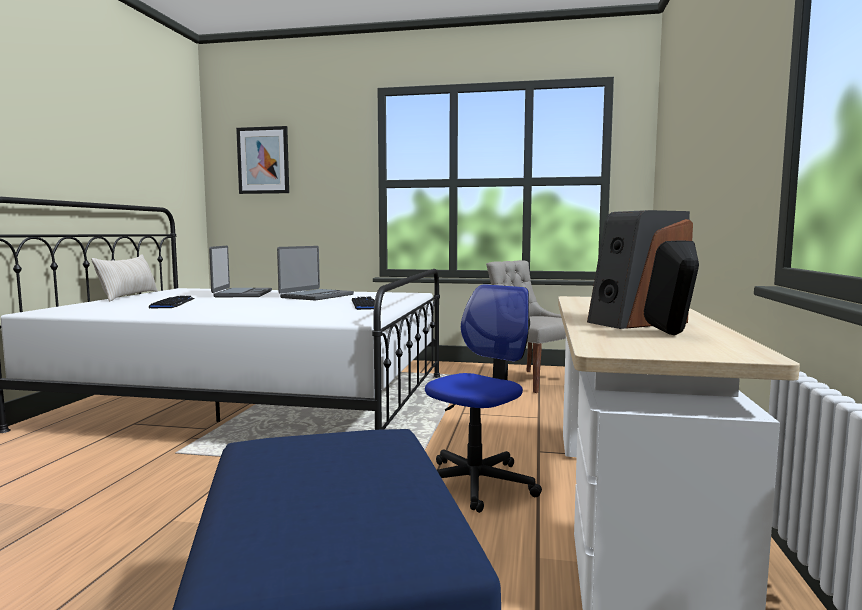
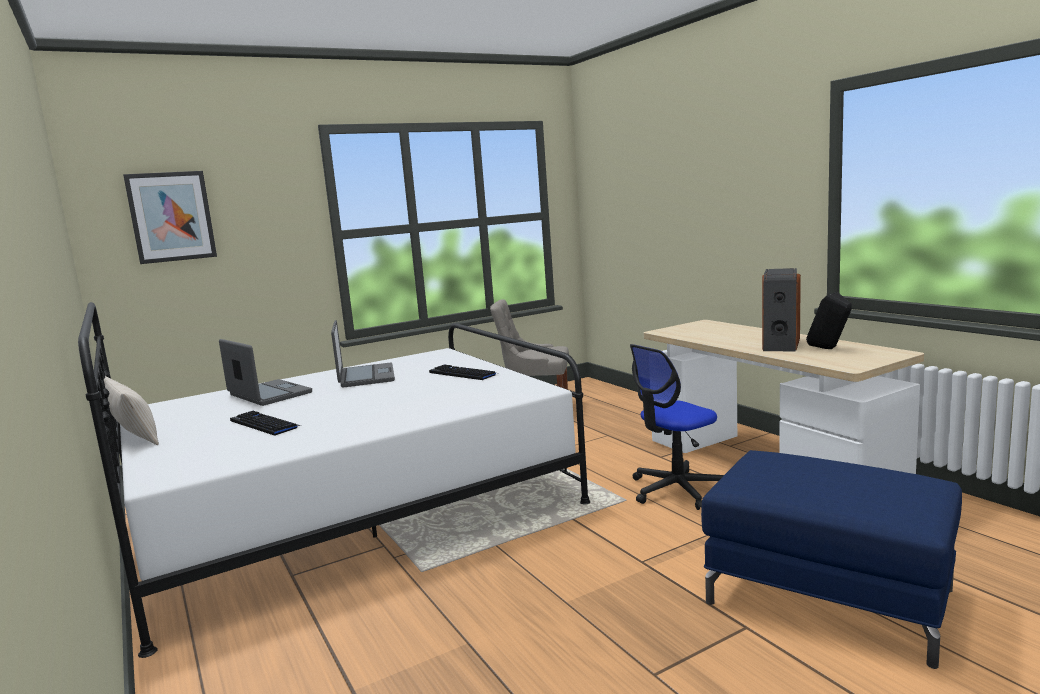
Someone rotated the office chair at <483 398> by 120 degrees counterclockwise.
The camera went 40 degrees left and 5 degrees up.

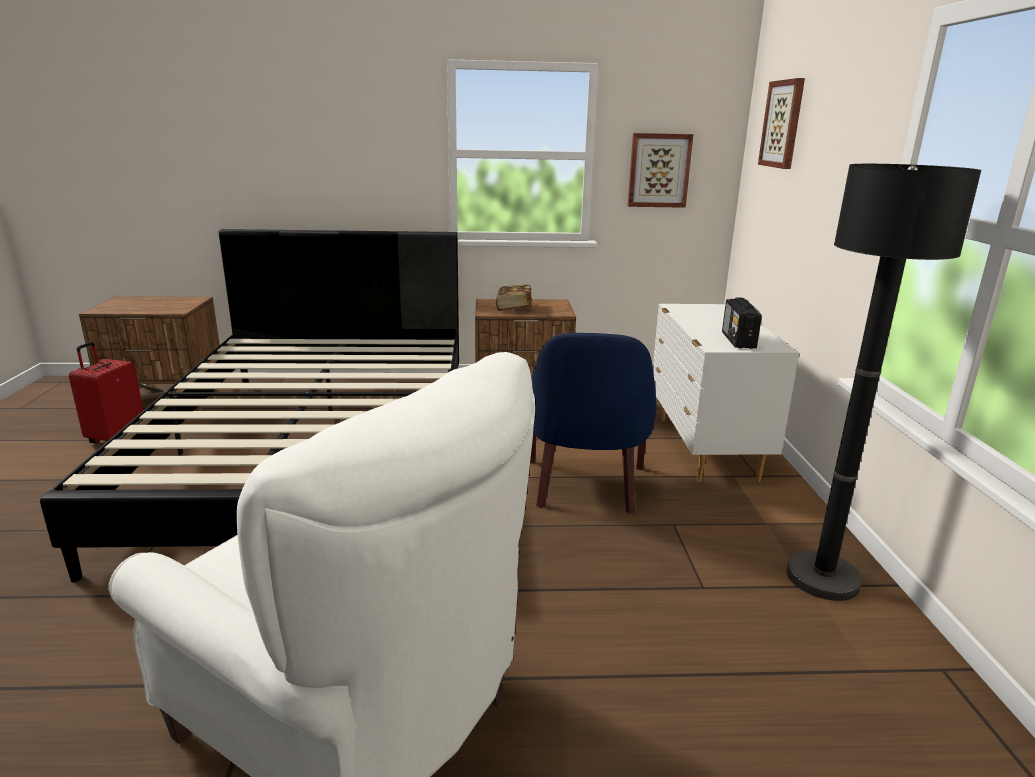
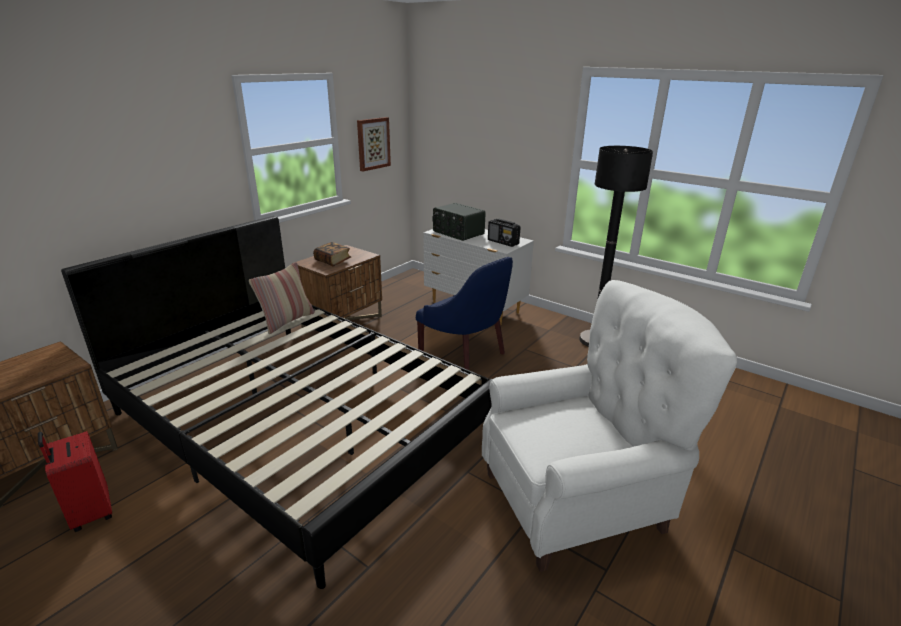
Someone took away the wall picture at <781 123>.
Someone put down the radio receiver at <459 222>.
Someone put down the throw pillow at <282 298>.
The camera went 50 degrees left and 5 degrees up.

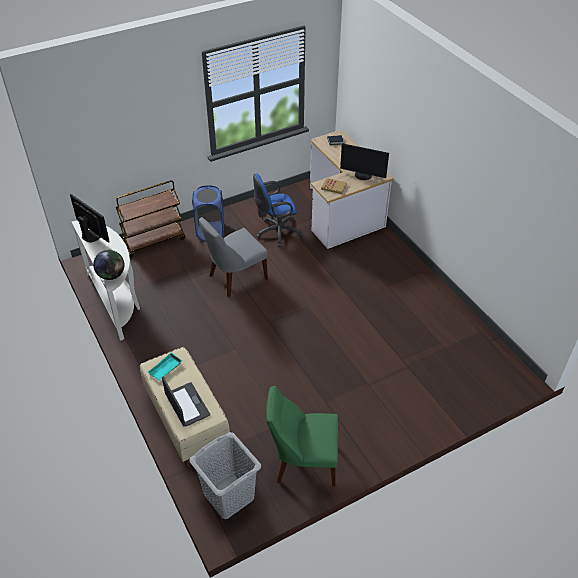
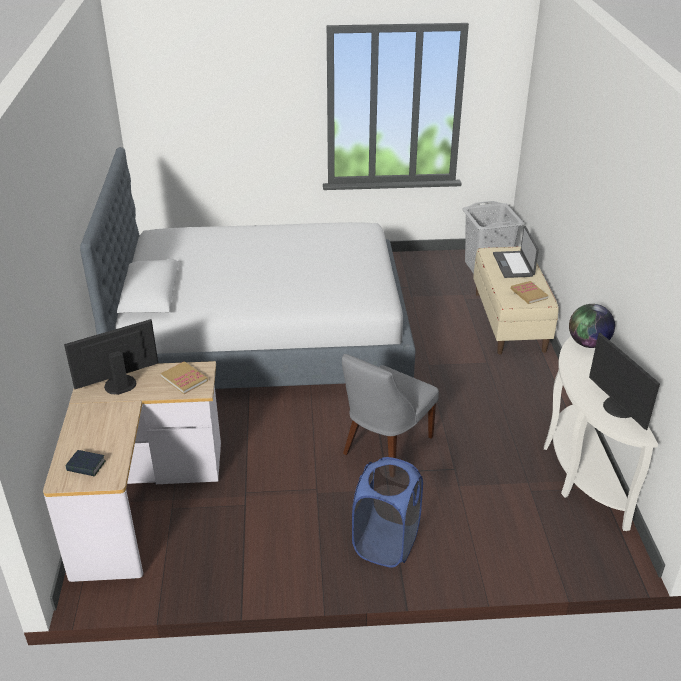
Someone rotated the computer screen at <364 161> by 75 degrees counterclockwise.
Someone took away the blue office chair at <278 210>.
Someone took away the brown-coloured cart at <150 219>.
Someone rotated the grey upright chair at <233 257> by 135 degrees clockwise.
Someone swapped the turquoise-coloured serving tray at <165 366> for the book at <529 292>.
Someone took away the green upright chair at <302 436>.
Someone put down the sleeping bed at <247 268>.
The camera went 155 degrees left and 10 degrees down.

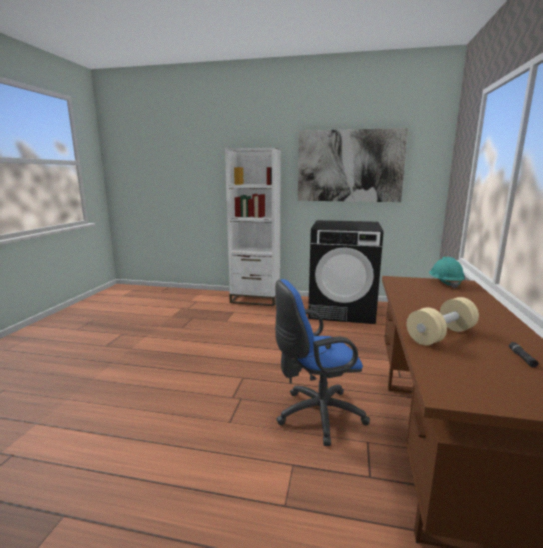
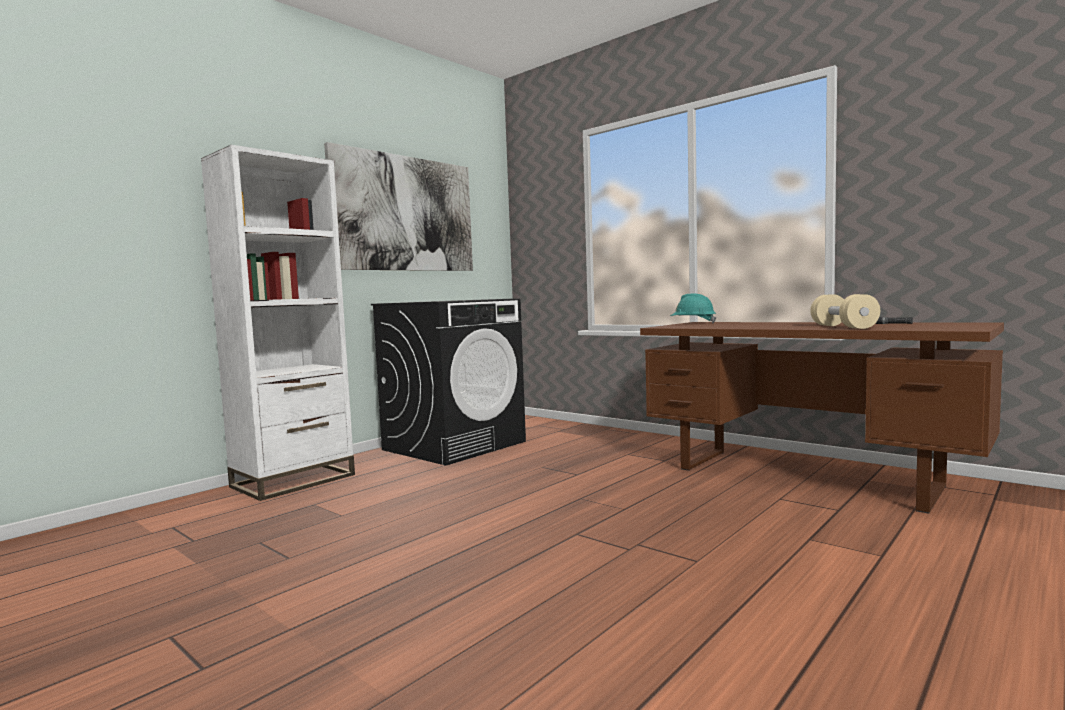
Someone took away the blue office chair at <322 362>.
The camera went 60 degrees left and 10 degrees down.

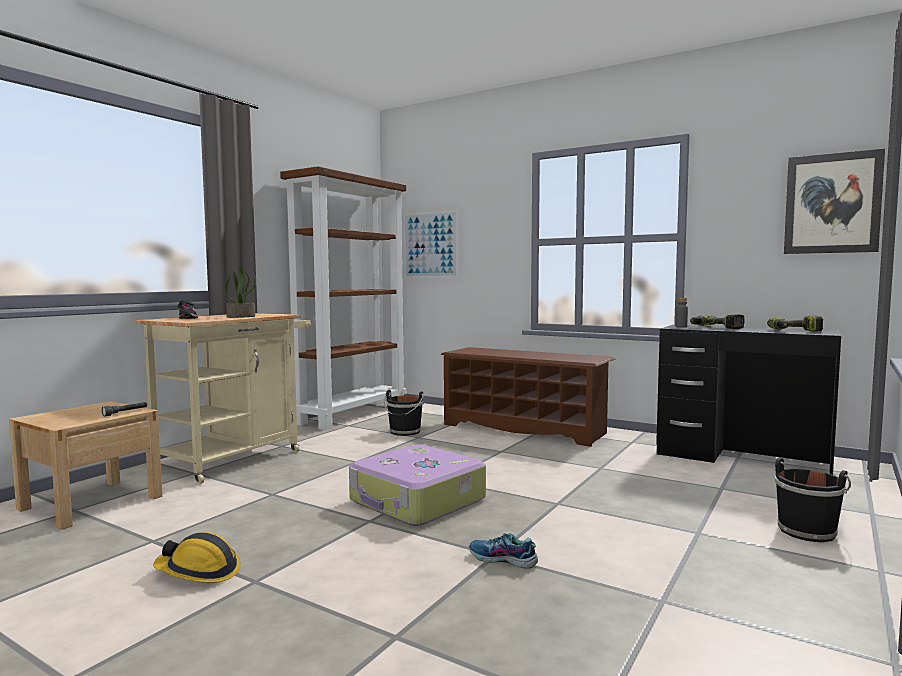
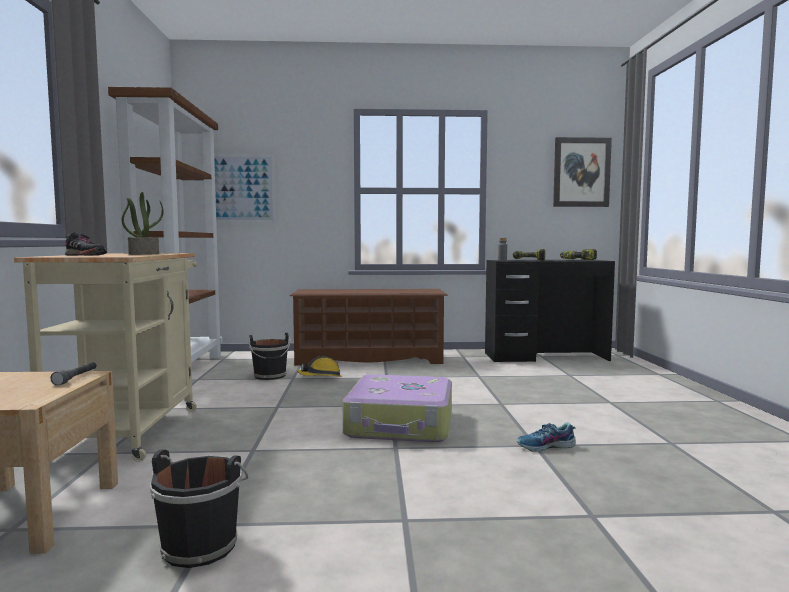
Someone carried the blackish bucket from <812 500> to <199 508>.
Someone carried the hard hat from <197 557> to <319 366>.
The camera went 35 degrees left and 0 degrees up.

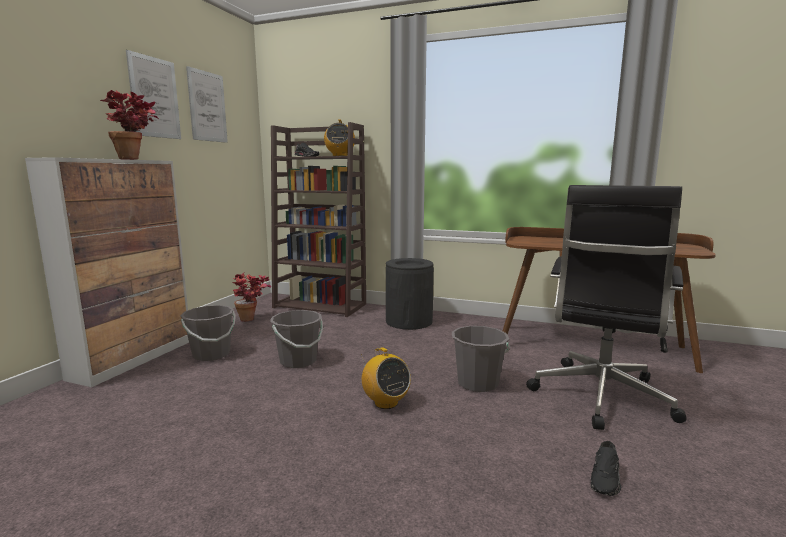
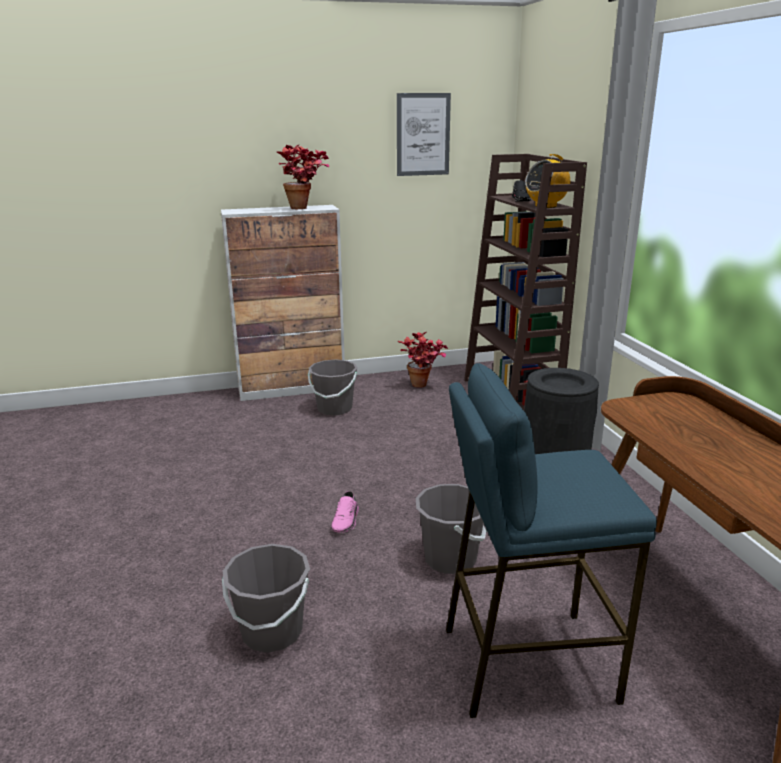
Someone took away the wall picture at <153 94>.
Someone swapped the blackish office chair at <606 307> for the blue stool at <551 540>.
Someone carried the grey bucket from <296 339> to <266 598>.
Someone swapped the radio receiver at <386 378> for the pinkish item of footwear at <345 512>.
Someone took away the blackish item of footwear at <605 468>.
The camera went 55 degrees right and 10 degrees up.

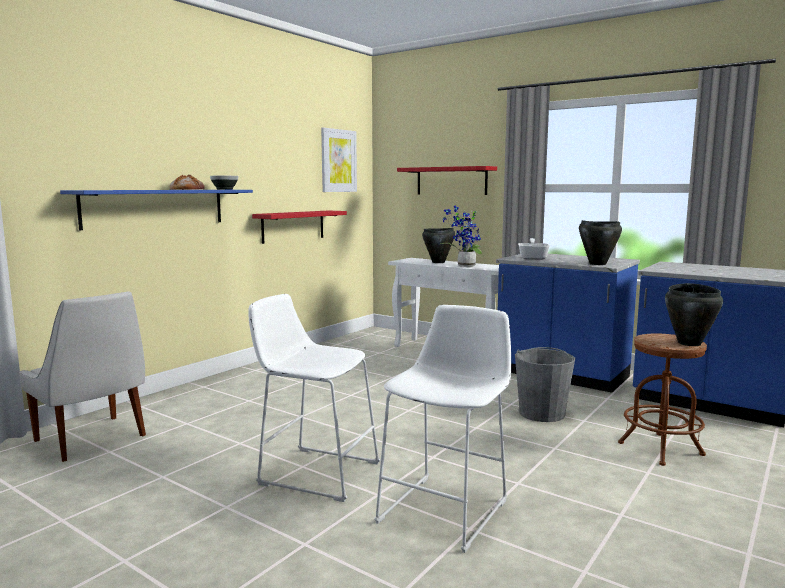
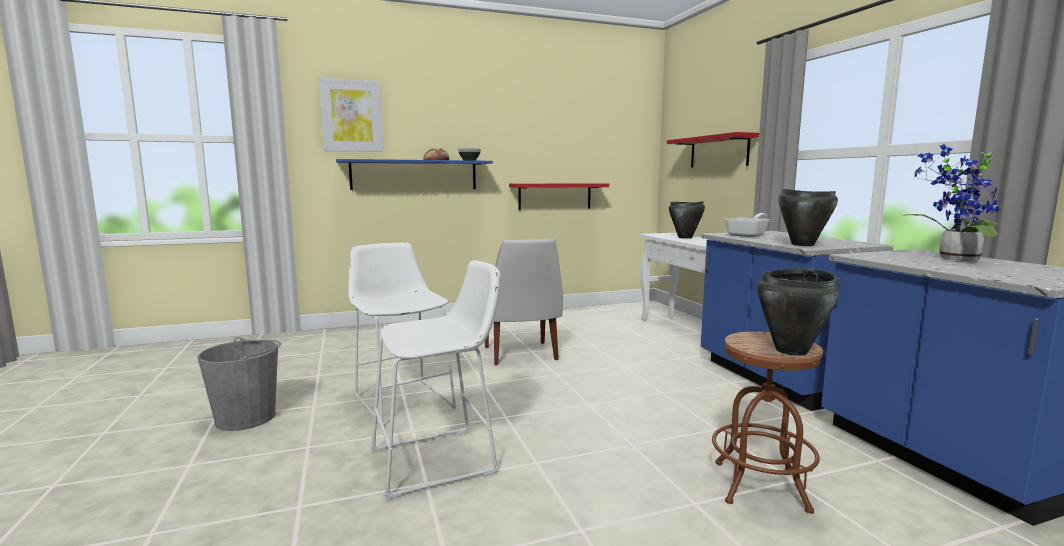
Someone carried the wall picture from <339 159> to <351 115>.
Someone carried the potted plant from <461 236> to <951 202>.
Someone carried the white upright chair from <82 376> to <524 302>.
Someone carried the grey bucket from <545 384> to <239 384>.
The camera went 35 degrees right and 0 degrees up.

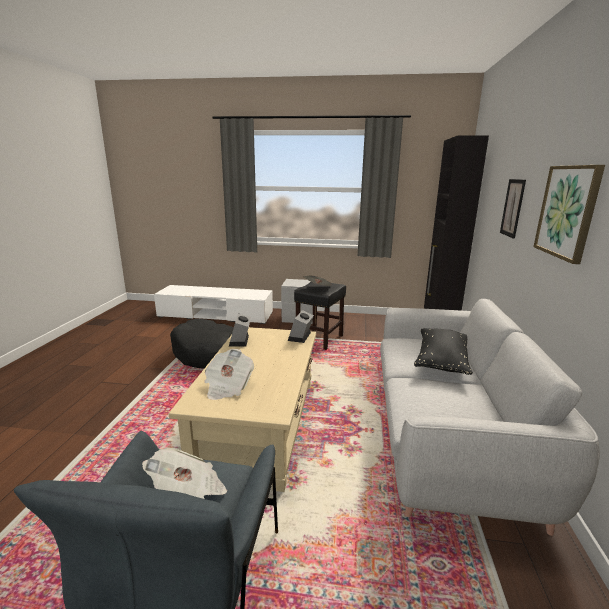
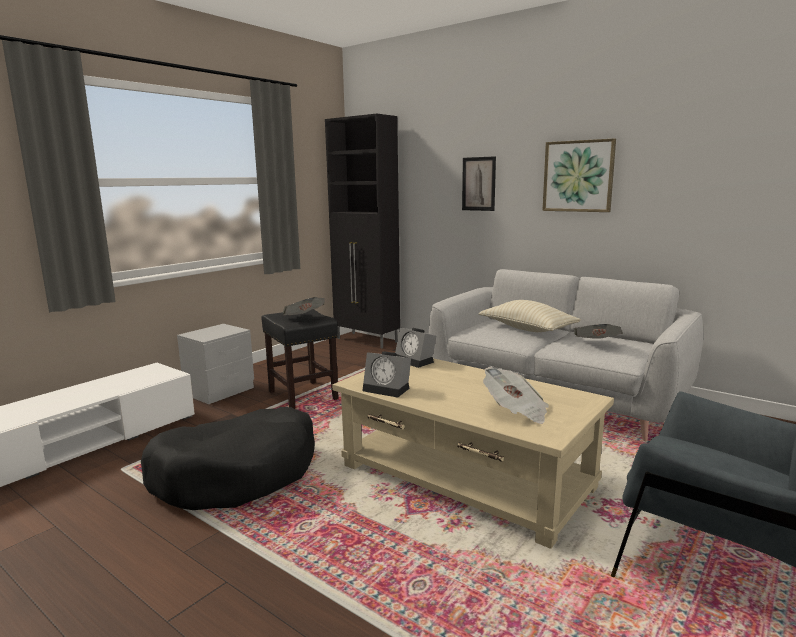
Someone repainted the blackish throw pillow at <443 351>, which became the sand-coloured throw pillow at <530 316>.
Someone carried the daily paper from <184 473> to <598 331>.
The camera went 60 degrees left and 5 degrees down.

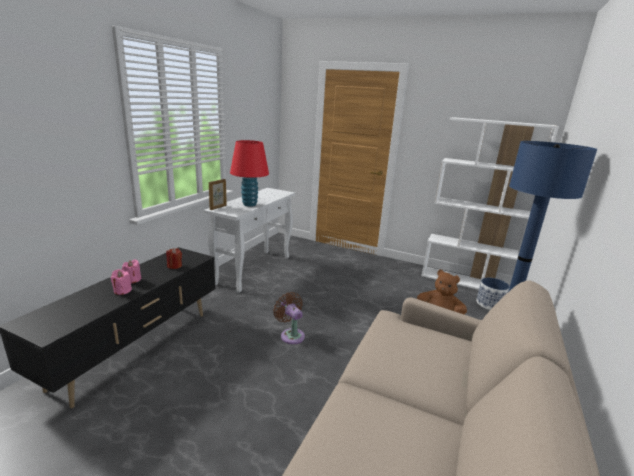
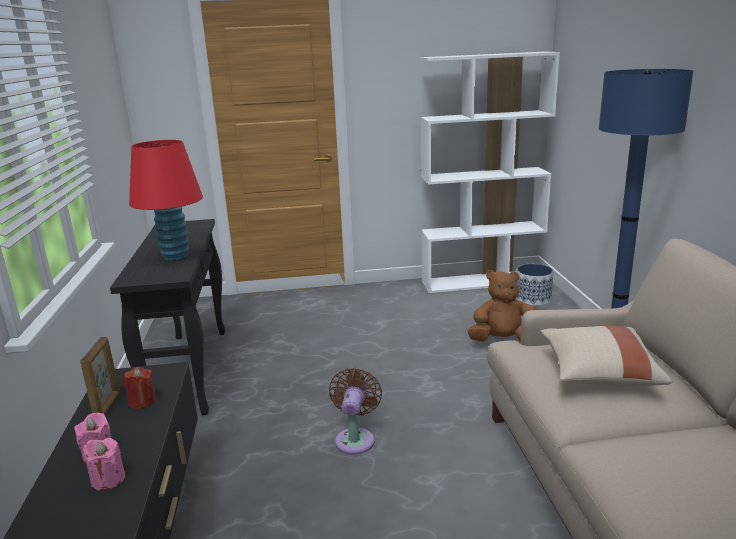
Someone carried the photo frame from <218 194> to <100 376>.
Someone repainted the white narrow table at <249 240>, which became the blackish narrow table at <167 317>.
Someone rotated the brown-coloured cooling fan at <289 318> by 75 degrees clockwise.
Someone put down the sand-coloured throw pillow at <606 356>.
The camera went 30 degrees left and 0 degrees up.

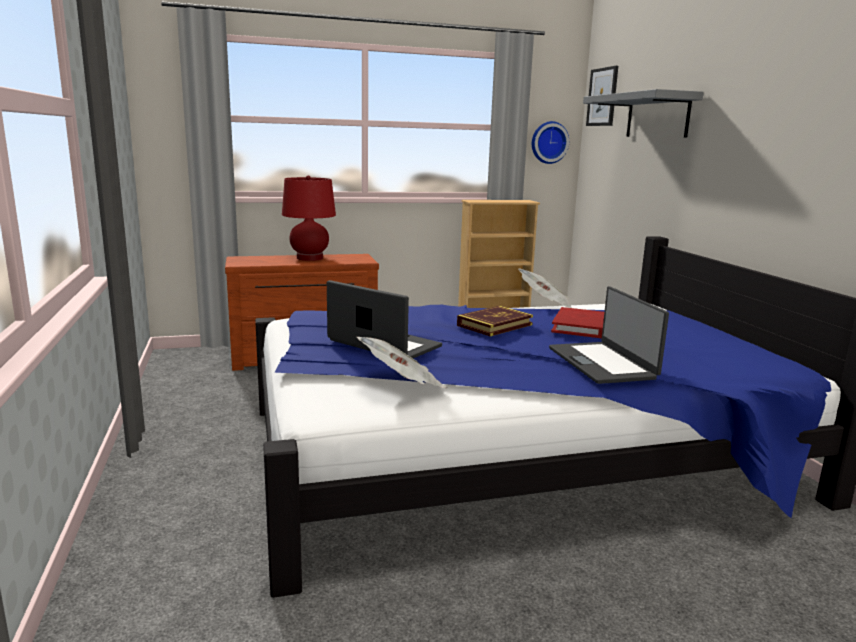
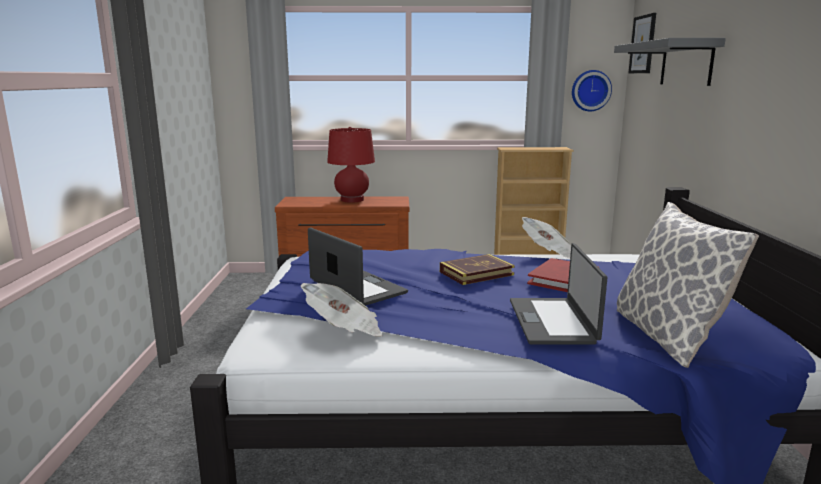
Someone put down the throw pillow at <688 285>.
The camera went 15 degrees right and 0 degrees up.

